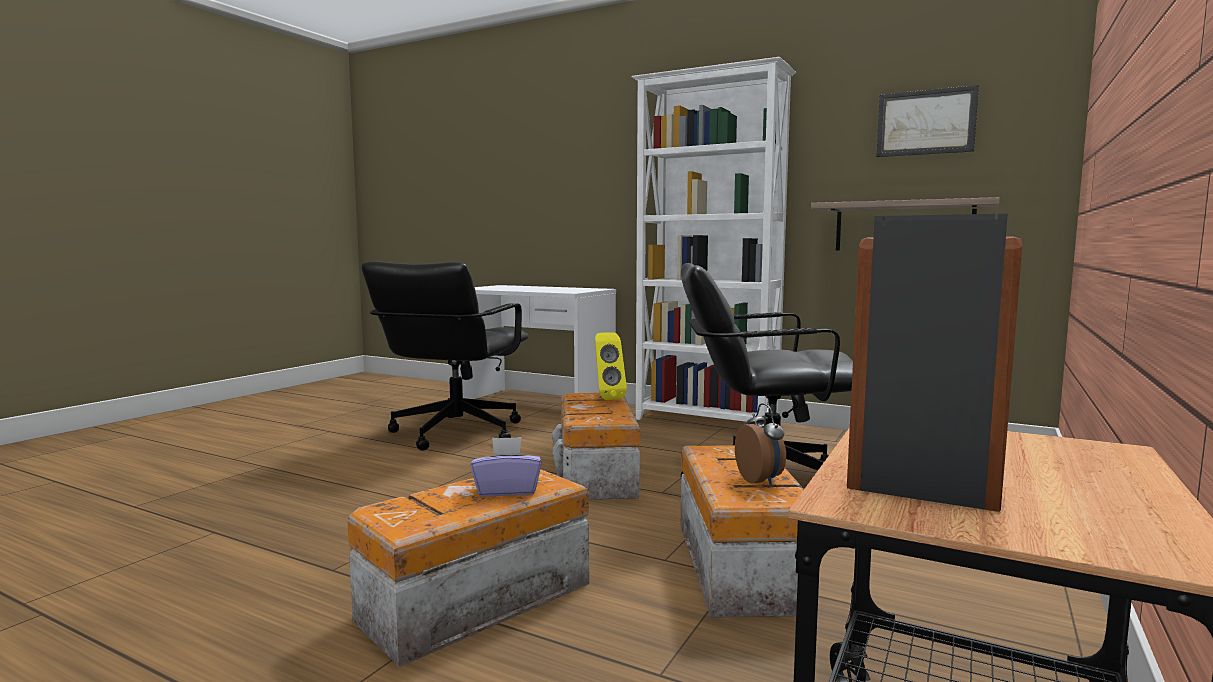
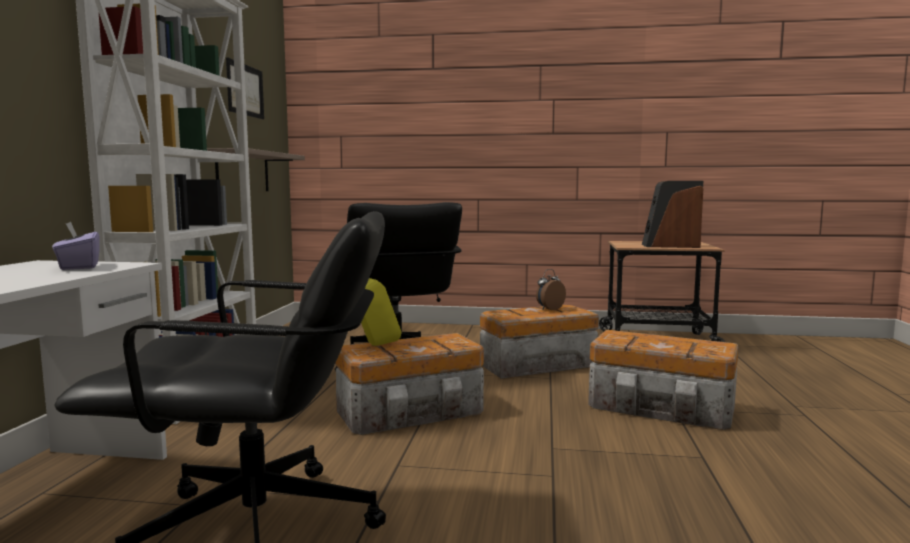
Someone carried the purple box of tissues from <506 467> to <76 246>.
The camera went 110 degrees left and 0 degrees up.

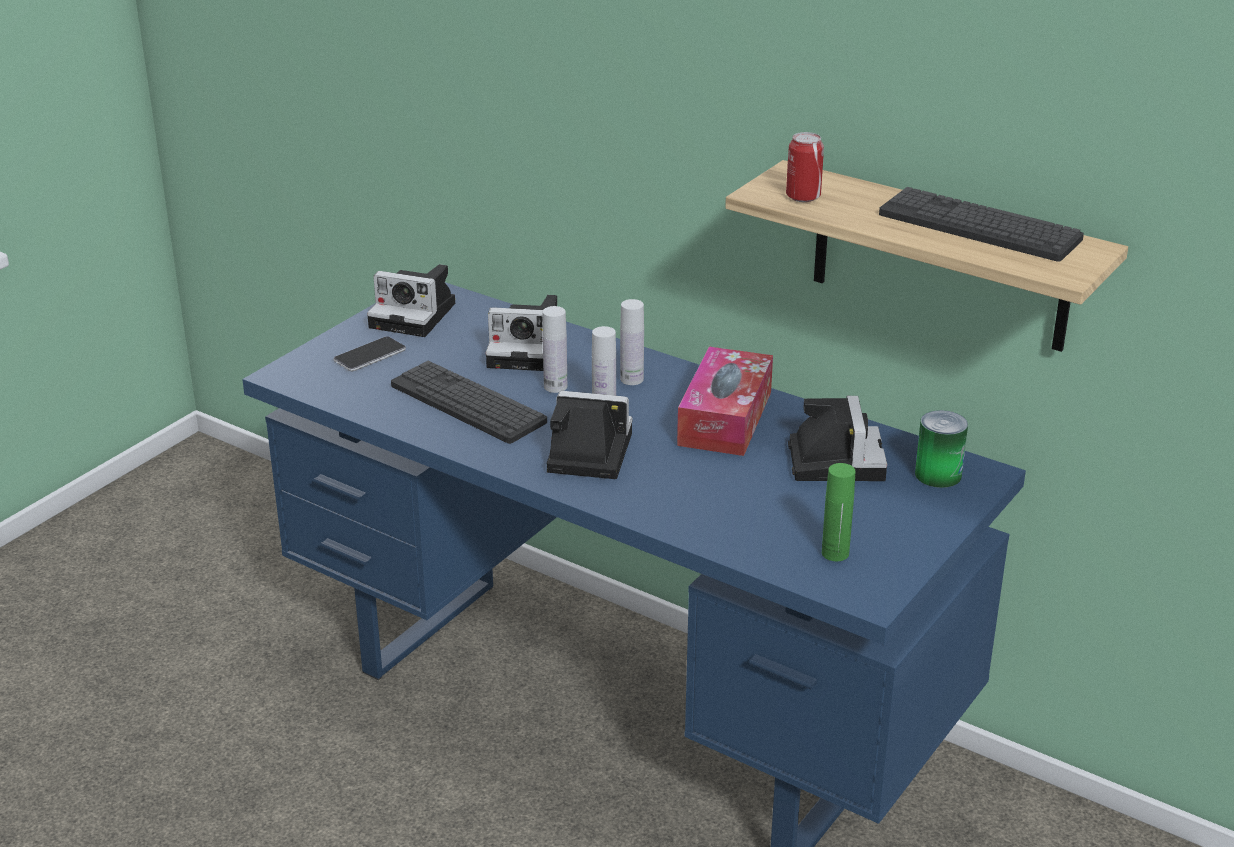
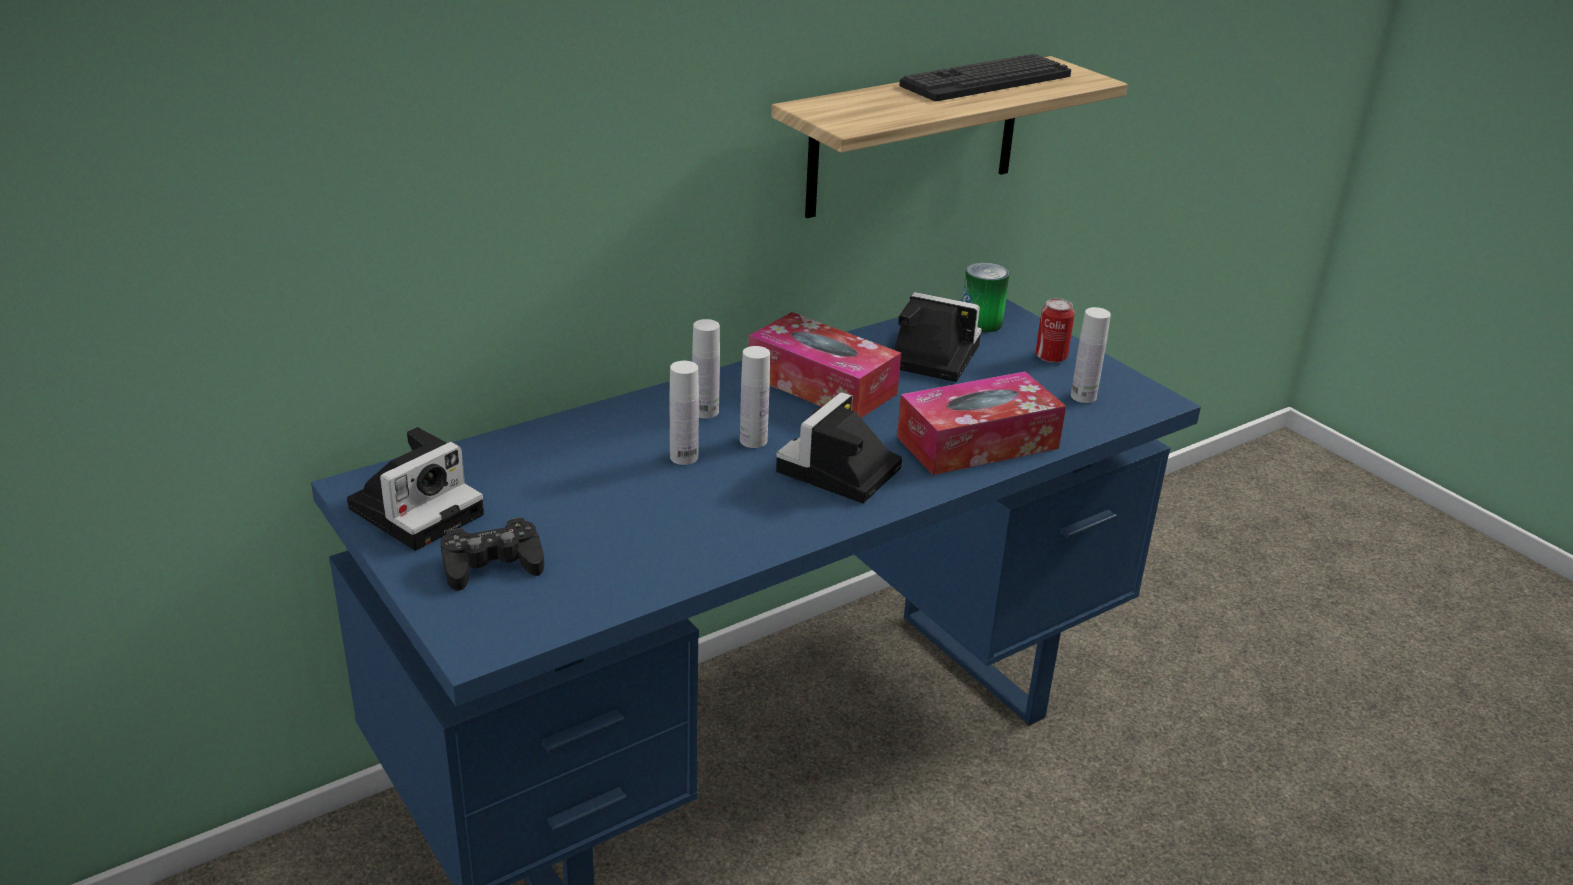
Someone carried the metal can from <805 167> to <1054 330>.
Someone took away the photo camera at <521 333>.
Someone swapped the telephone at <370 353> for the blackish joypad at <492 554>.
Someone took away the keyboard at <469 402>.
Someone repainted the green bottle at <839 512>, which became the white bottle at <1091 355>.
Someone put down the box of tissues at <981 423>.
The camera went 70 degrees left and 0 degrees up.

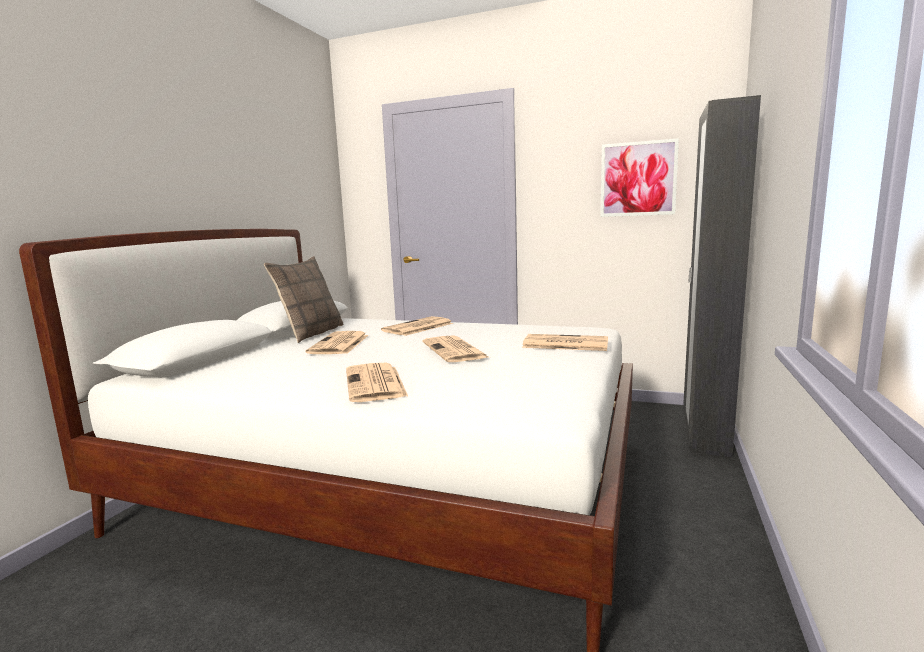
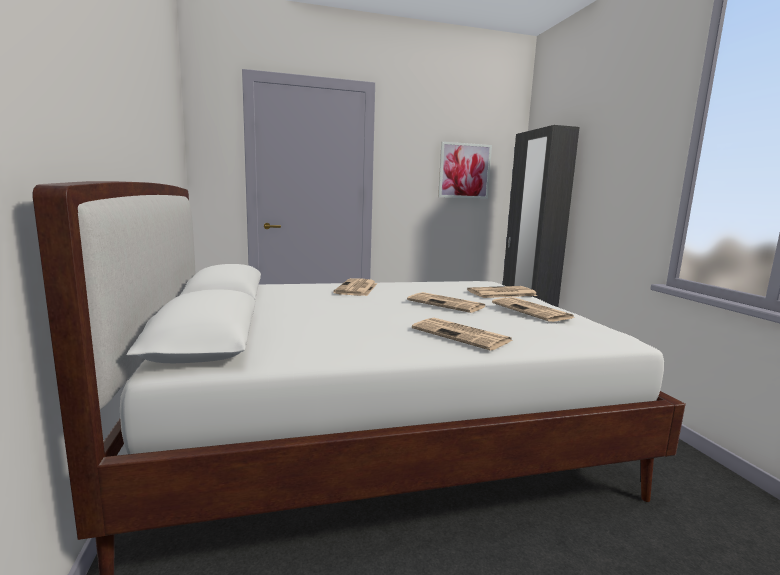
Someone took away the throw pillow at <303 299>.
Someone carried the daily paper from <337 342> to <533 309>.
The camera went 35 degrees left and 0 degrees up.

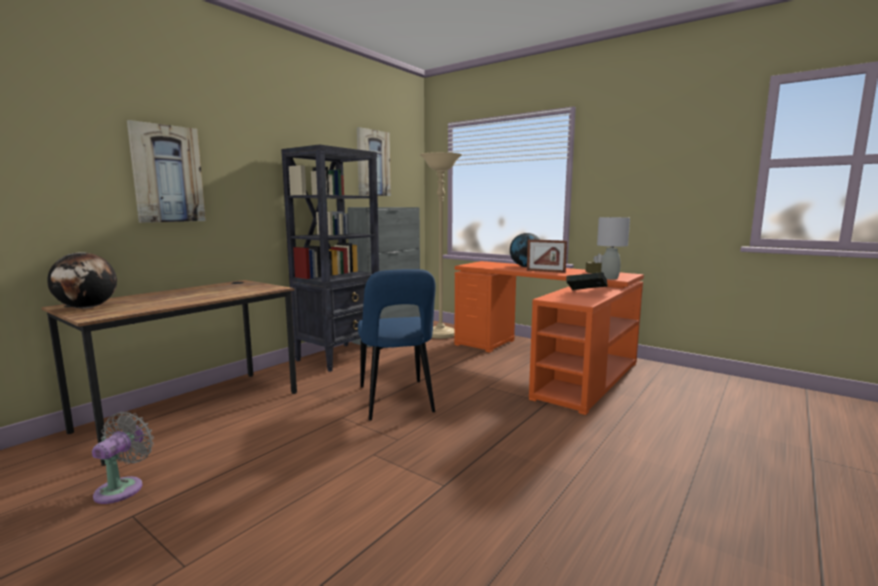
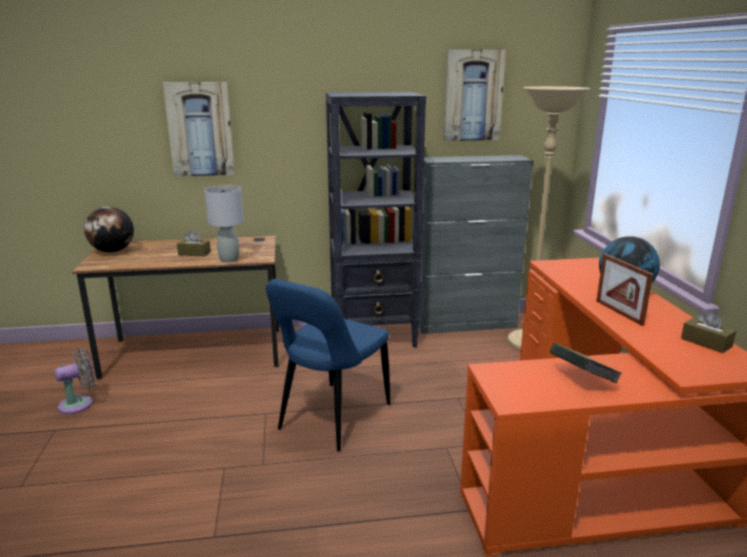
Someone carried the grey table lamp from <613 248> to <224 224>.
Someone put down the brown-coloured box of tissues at <194 244>.
The camera went 45 degrees right and 10 degrees up.

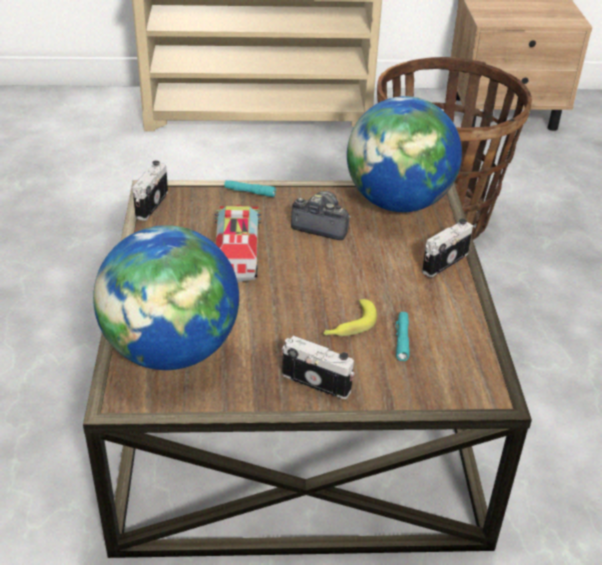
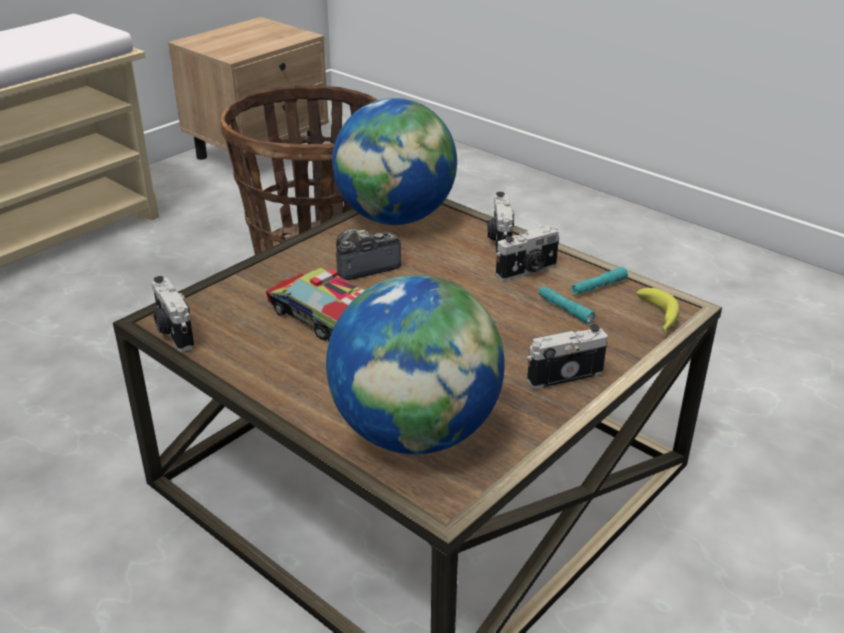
Someone carried the turquoise-coloured flashlight from <250 188> to <599 280>.
Someone carried the banana fruit from <350 317> to <657 309>.
Someone put down the photo camera at <527 253>.
The camera went 45 degrees left and 5 degrees down.

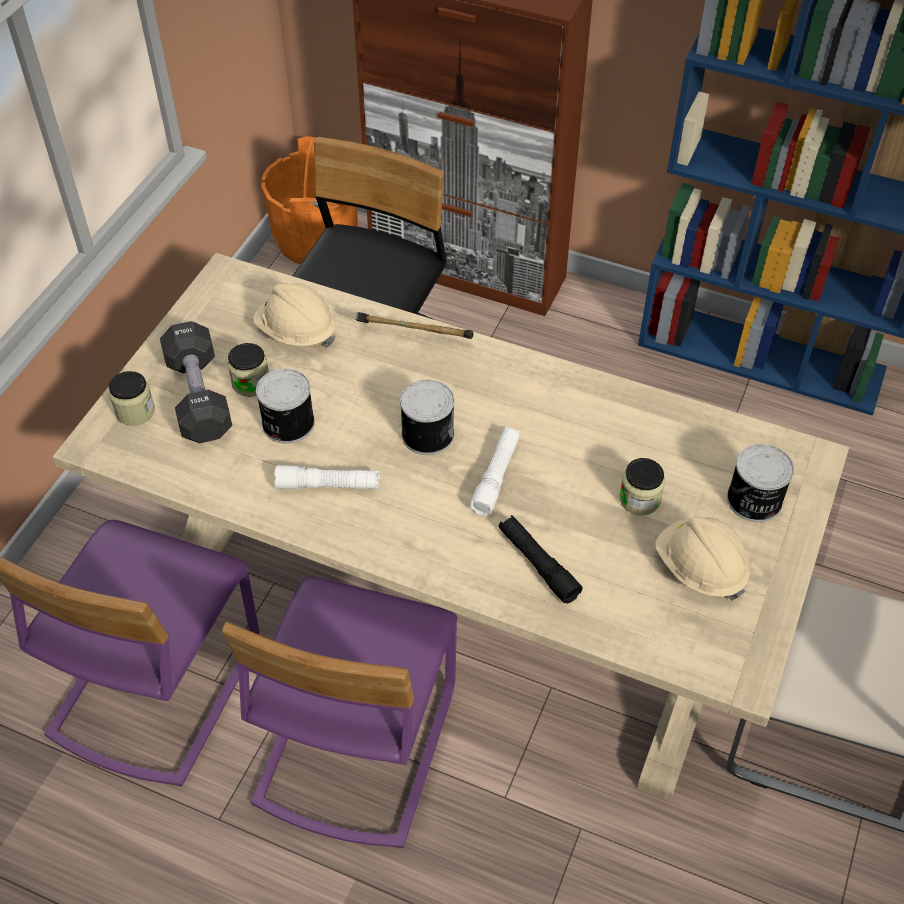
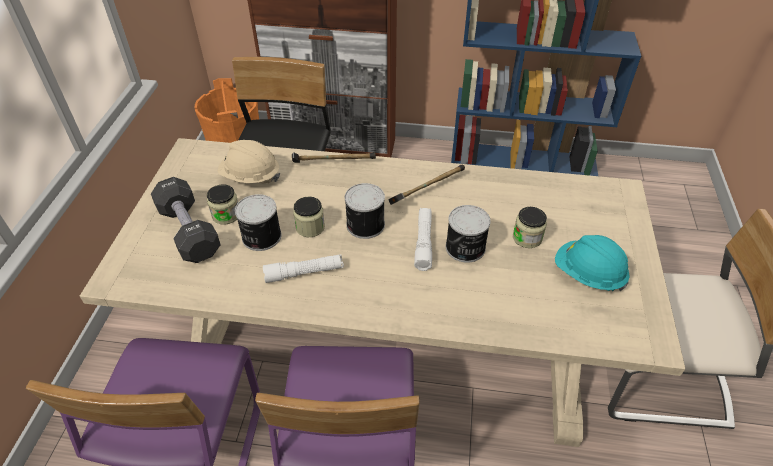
Someone carried the jar from <132 398> to <309 217>.
Someone carried the metal can from <760 483> to <468 234>.
Someone took away the blackish flashlight at <541 559>.
Someone repainted the sand-coloured hard hat at <703 558>, which became the turquoise-coloured hard hat at <592 263>.
Someone put down the tool hammer at <426 185>.
The camera went 15 degrees left and 5 degrees down.

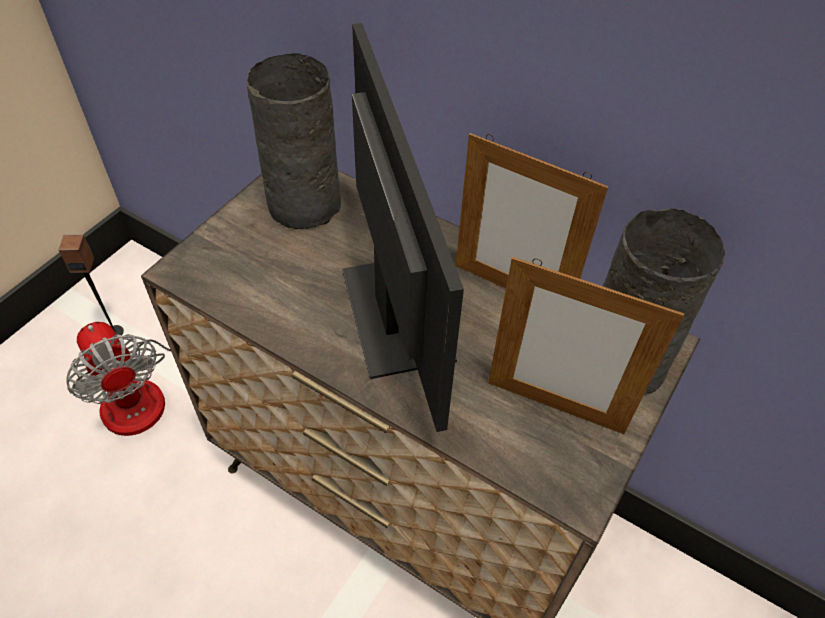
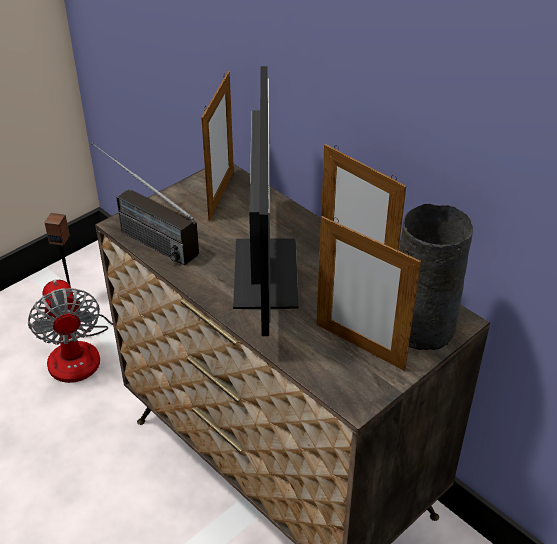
Someone swapped the grey decorative vase at <294 141> for the photo frame at <217 146>.
Someone put down the radio receiver at <145 204>.
The camera went 15 degrees right and 10 degrees down.

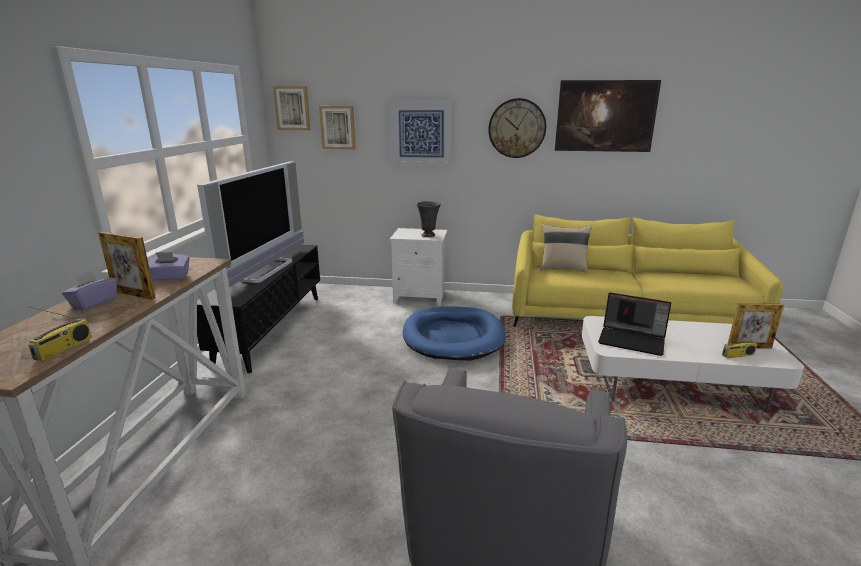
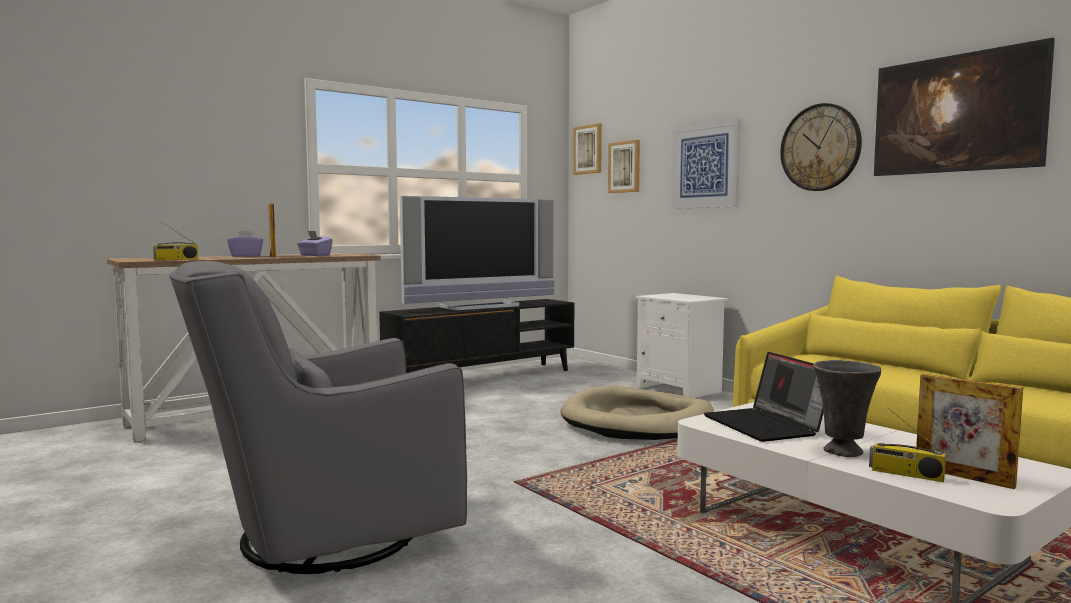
Someone carried the grey decorative vase from <429 219> to <847 408>.
Someone took away the sand-coloured throw pillow at <566 248>.
Someone repainted the blue dog bed at <454 333>, which became the sand-coloured dog bed at <637 412>.
The camera went 45 degrees right and 15 degrees down.

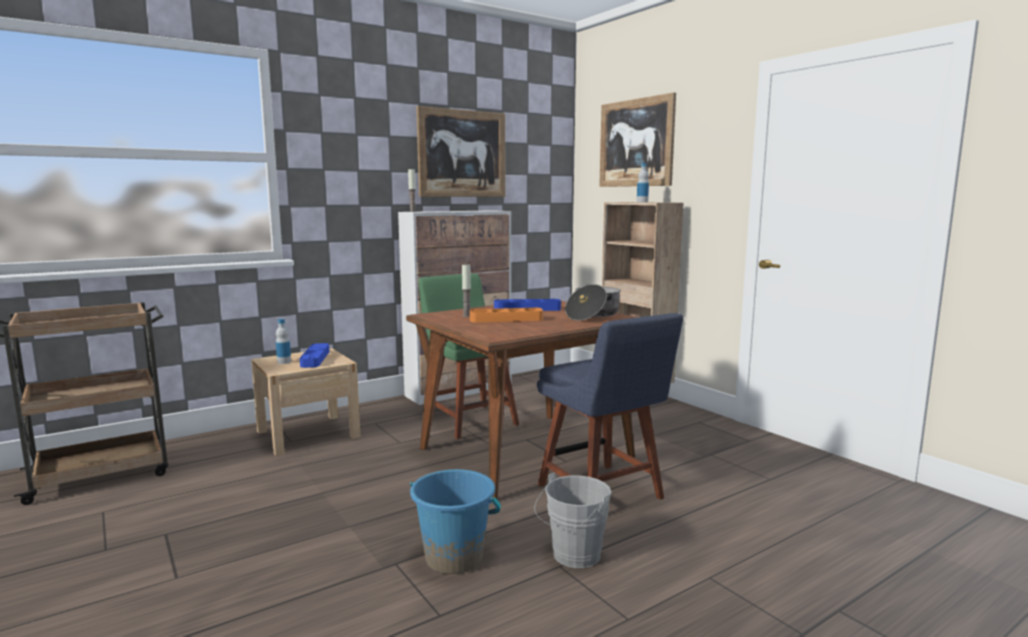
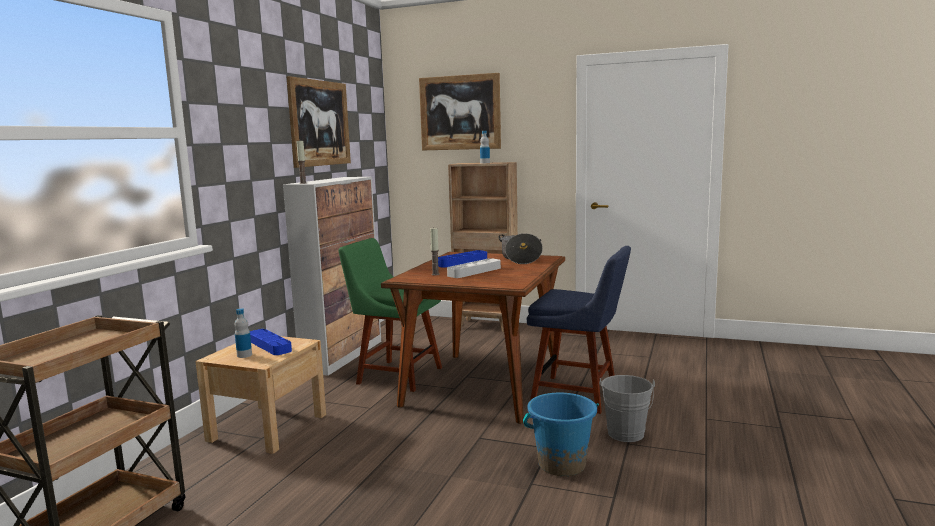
Someone repainted the orange-coloured serving tray at <506 315>, which became the grey serving tray at <474 268>.
The camera went 35 degrees left and 0 degrees up.

